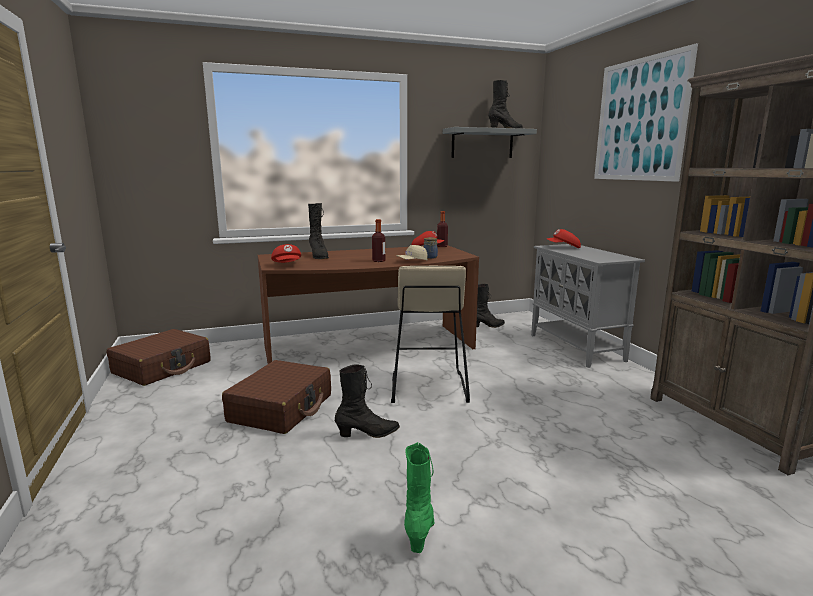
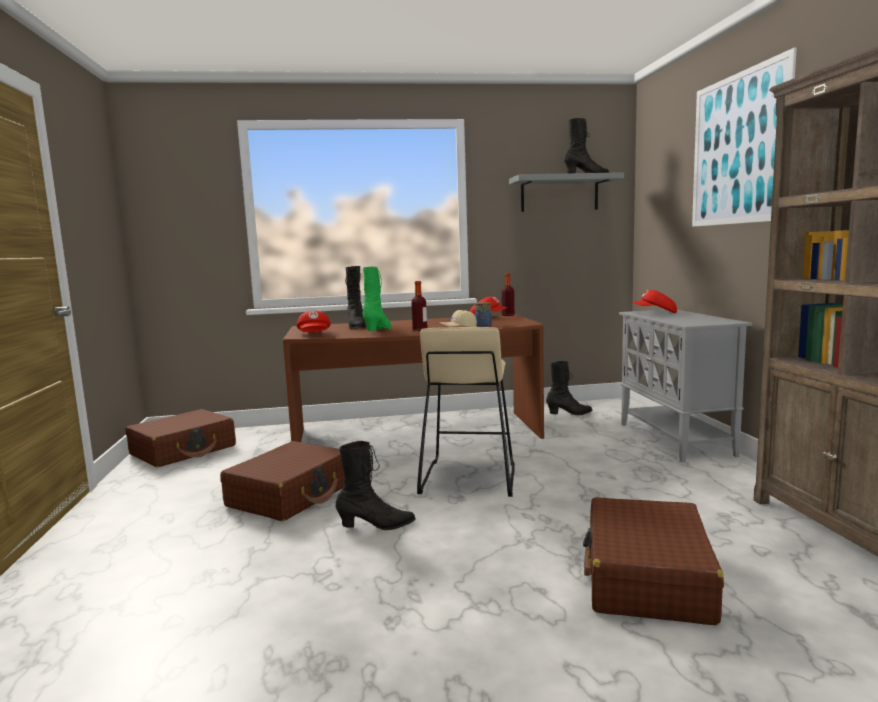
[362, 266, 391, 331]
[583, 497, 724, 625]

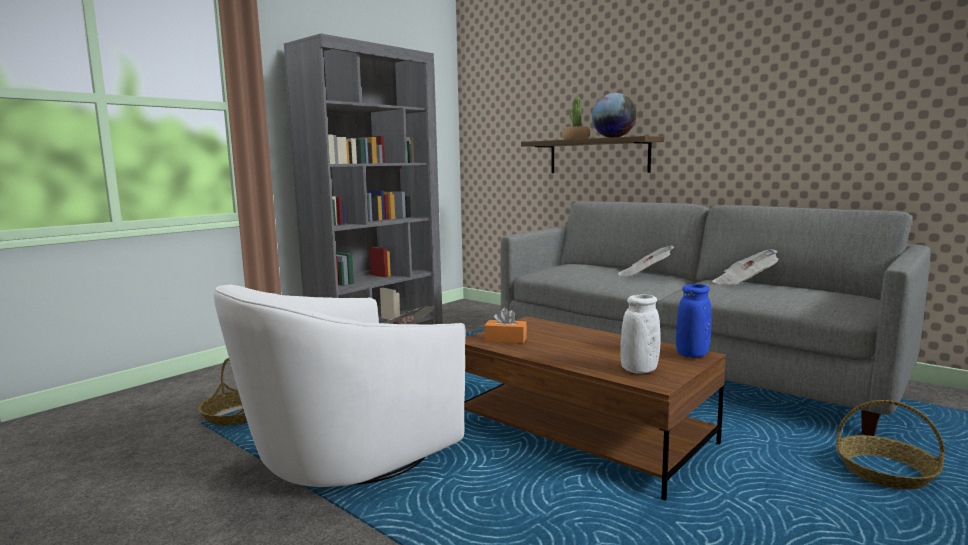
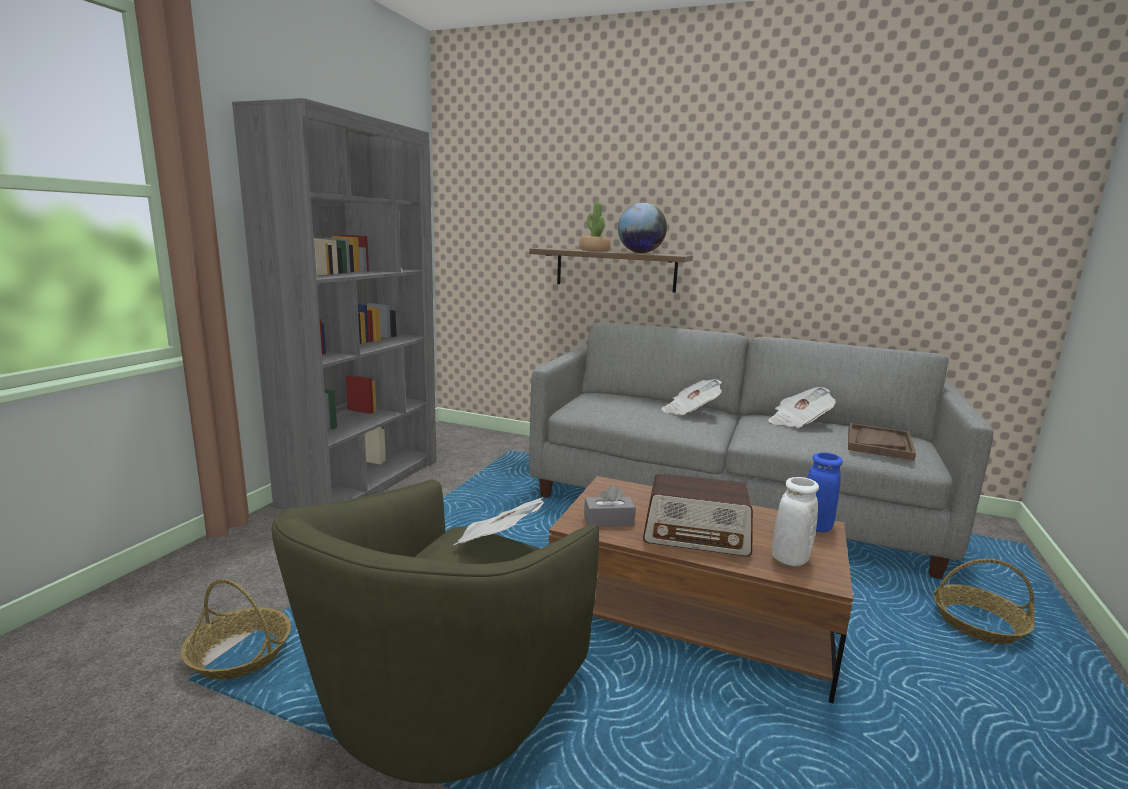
[271, 479, 599, 784]
[584, 485, 636, 527]
[643, 473, 753, 557]
[848, 423, 916, 461]

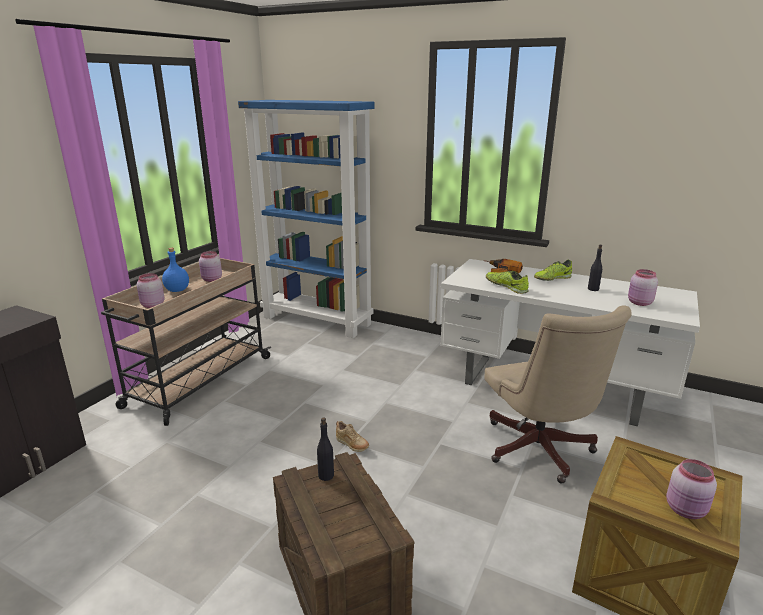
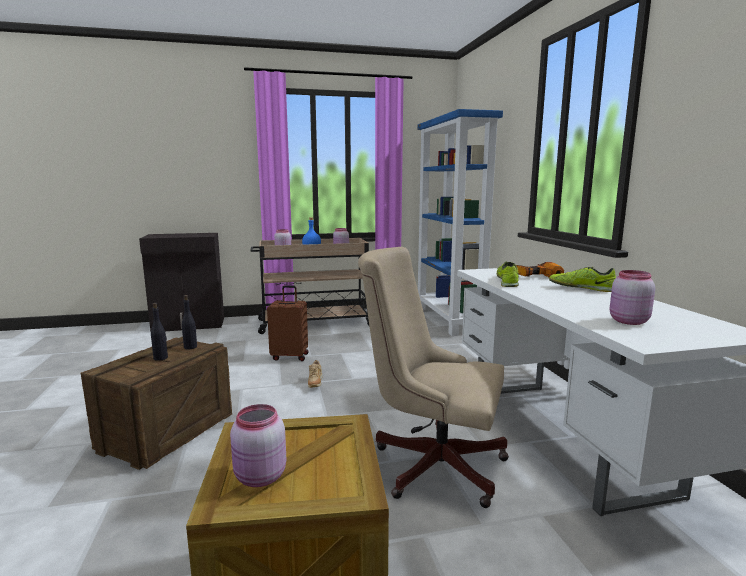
[151, 303, 168, 361]
[267, 285, 309, 361]
[358, 247, 509, 508]

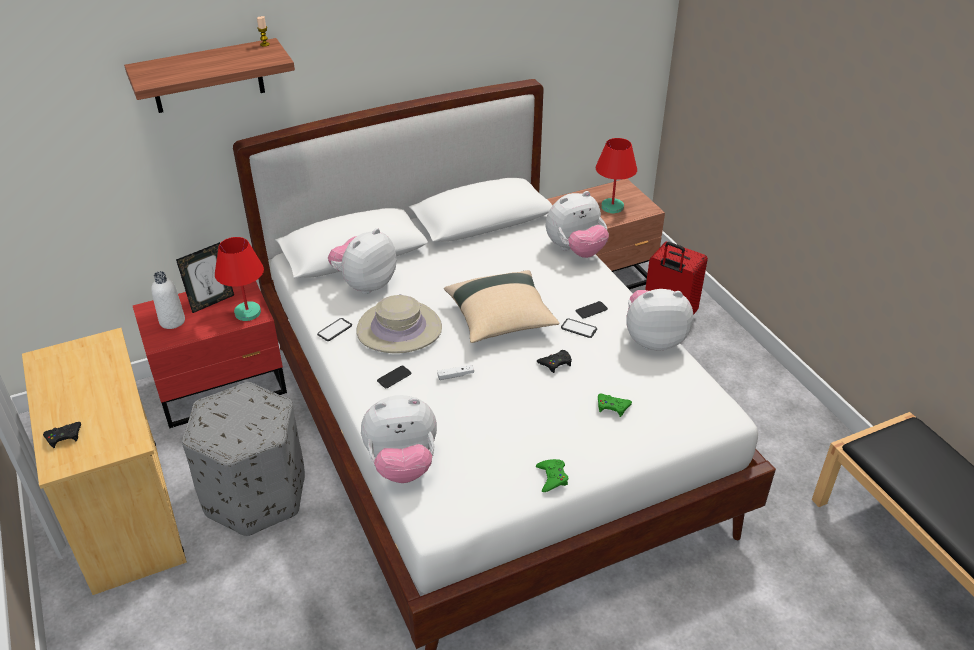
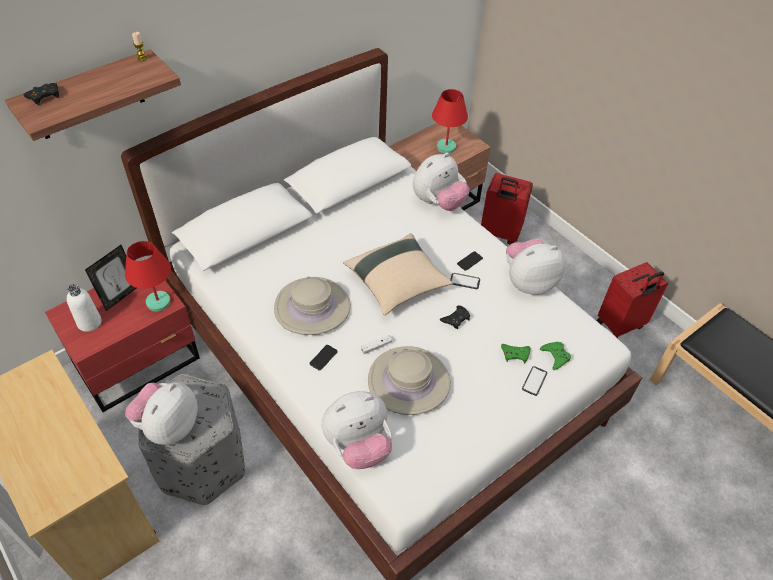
[24, 83, 59, 105]
[125, 382, 198, 445]
[368, 346, 451, 415]
[522, 366, 547, 396]
[540, 342, 571, 370]
[596, 262, 668, 338]

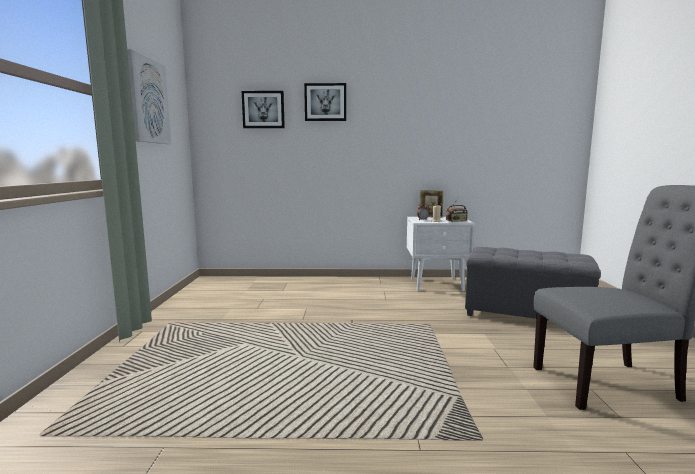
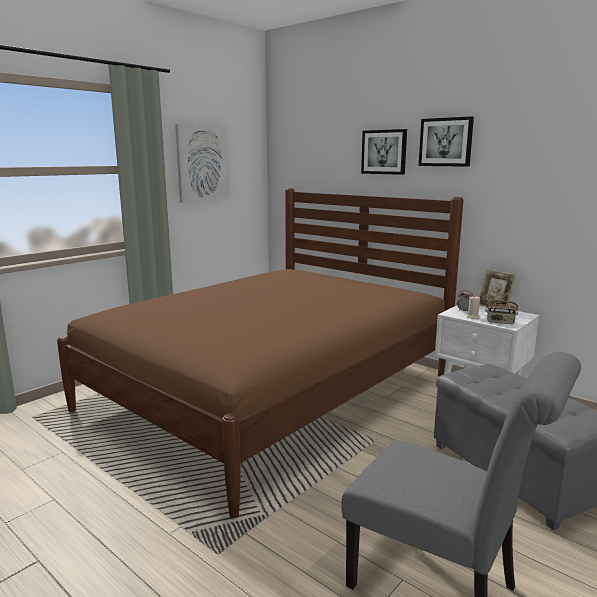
[57, 188, 463, 518]
[419, 116, 474, 167]

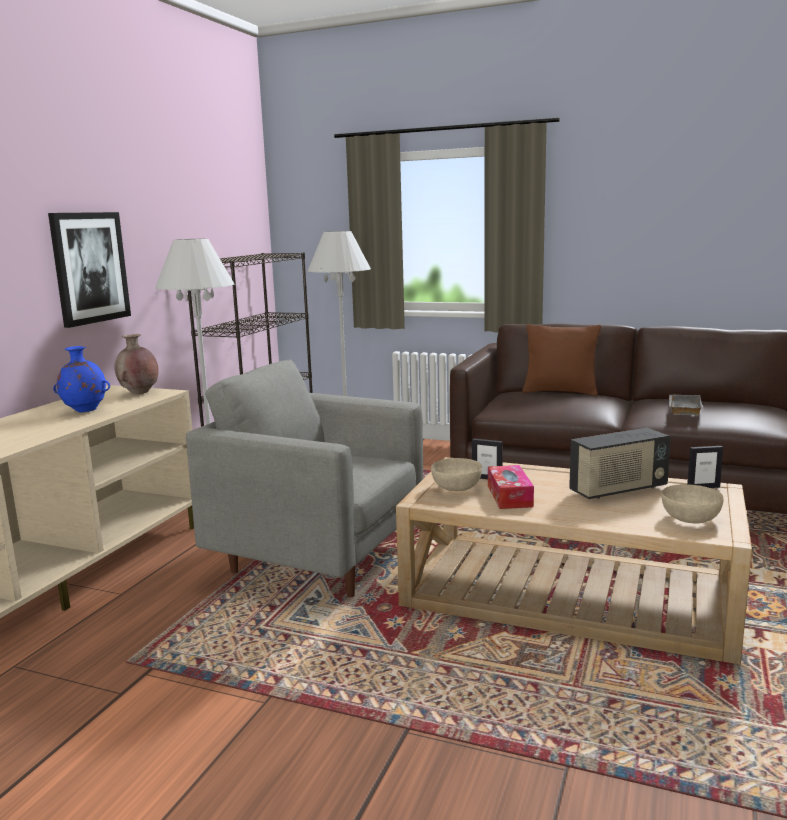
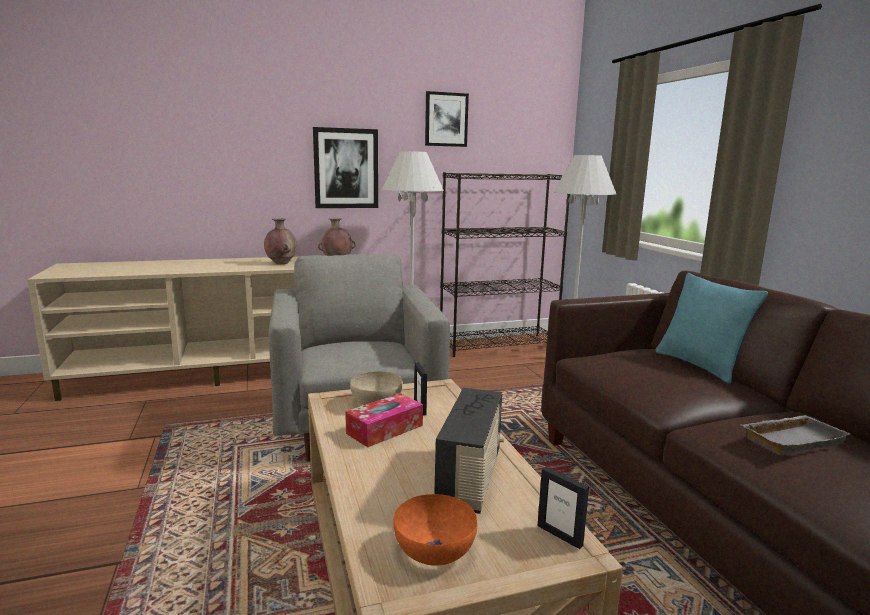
[264, 218, 297, 264]
[393, 494, 477, 566]
[425, 91, 469, 147]
[434, 388, 504, 514]
[655, 273, 768, 384]

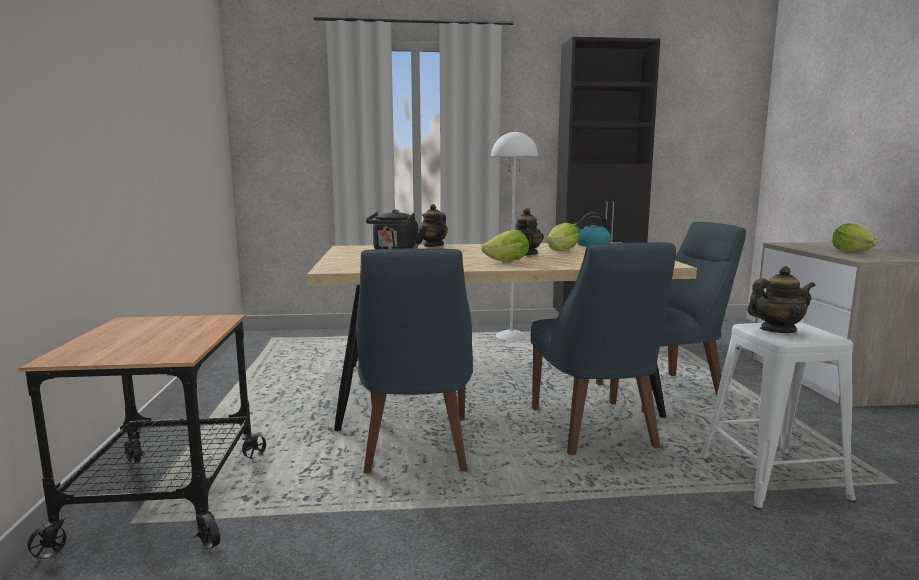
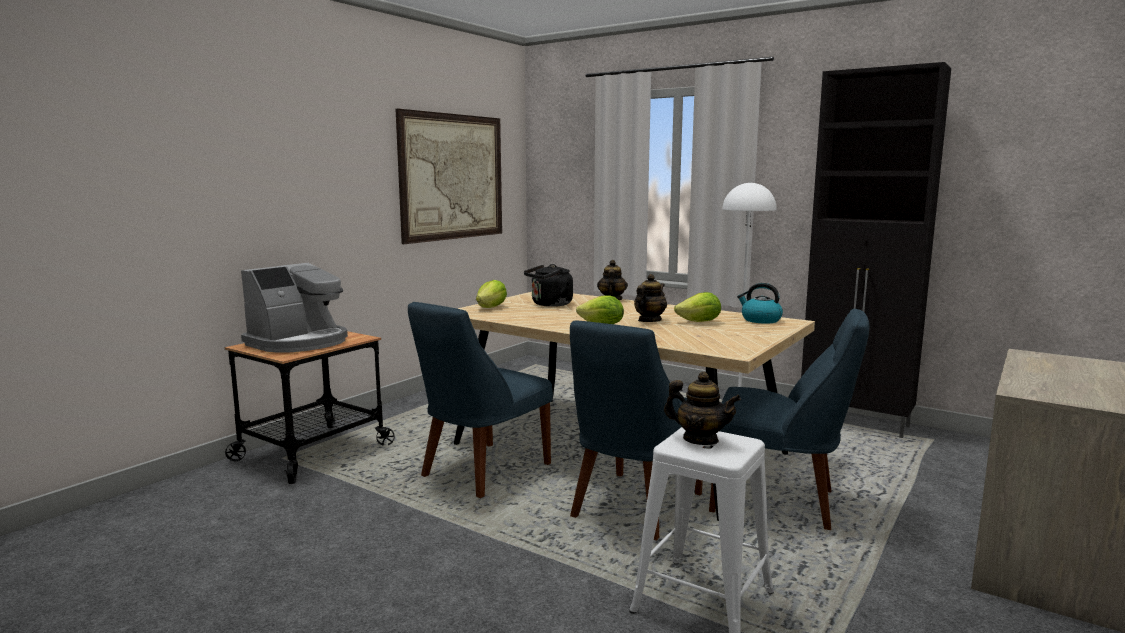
[241, 263, 348, 353]
[396, 109, 502, 244]
[476, 280, 507, 308]

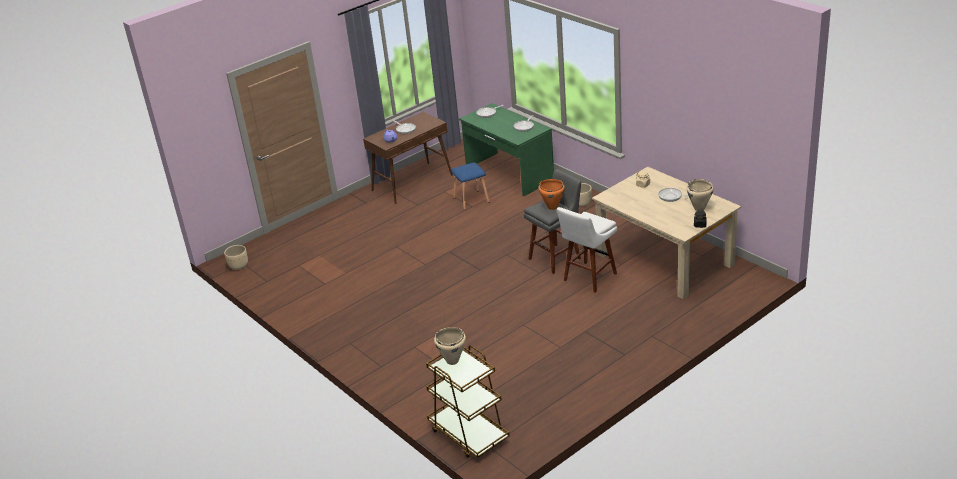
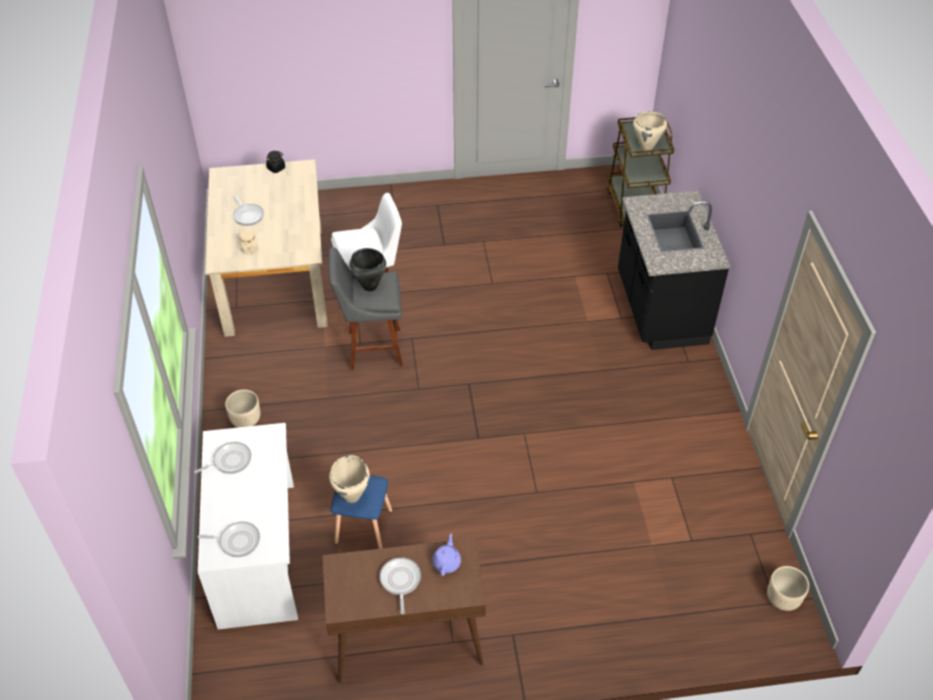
[198, 423, 298, 630]
[329, 455, 370, 503]
[350, 248, 386, 291]
[618, 191, 730, 350]

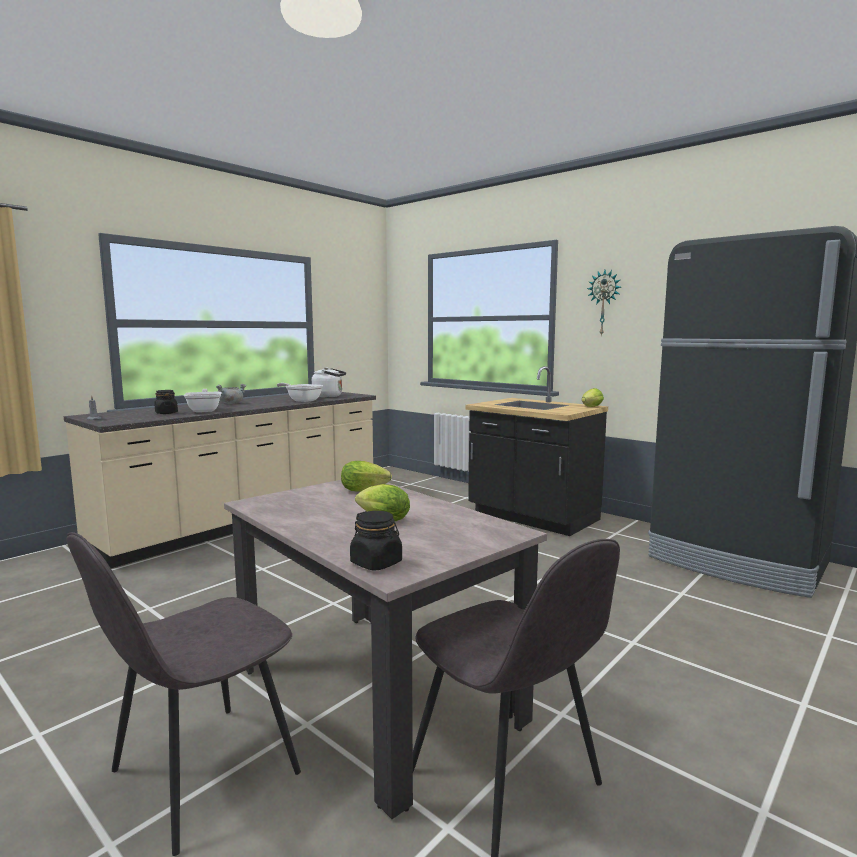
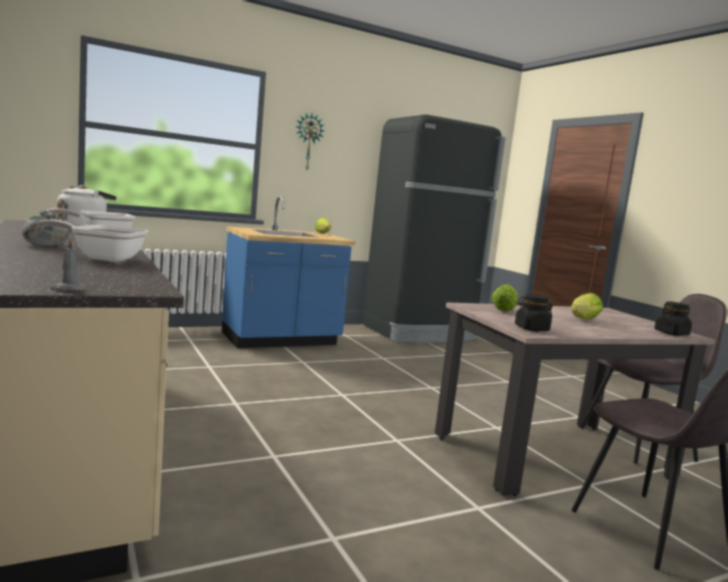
[222, 196, 355, 348]
[515, 294, 553, 331]

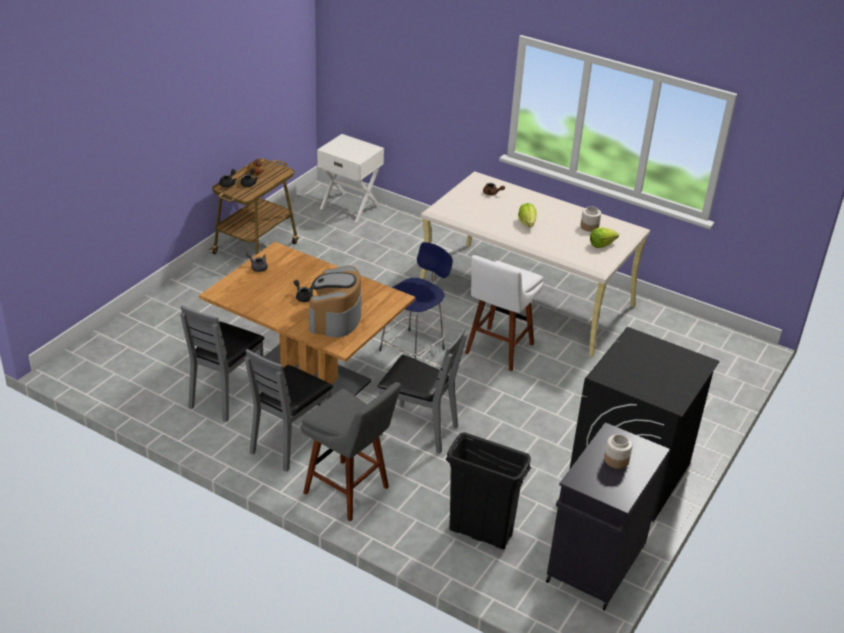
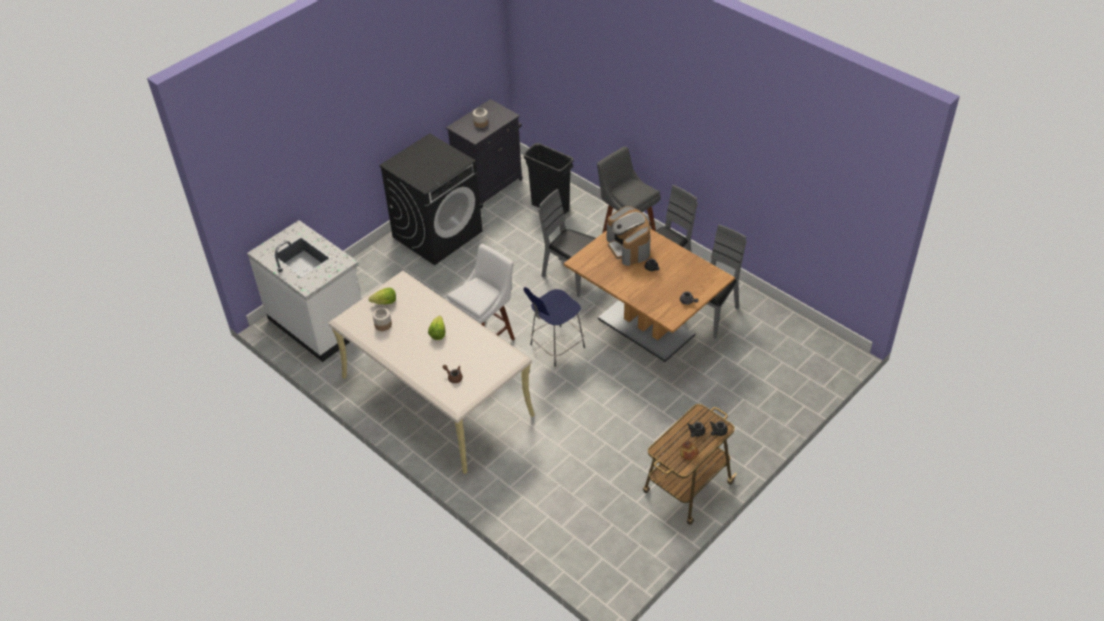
[247, 220, 361, 362]
[607, 206, 650, 266]
[317, 134, 384, 223] (first image)

